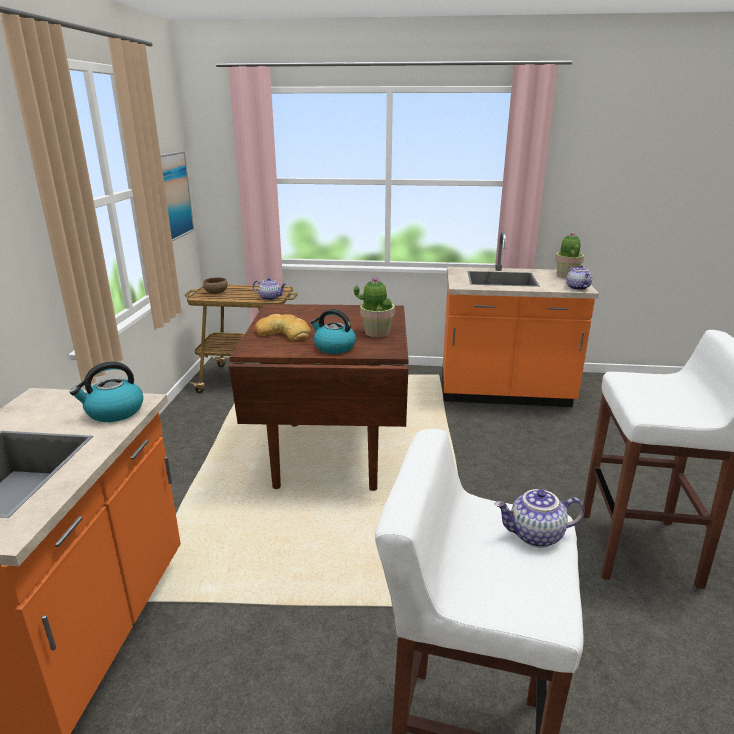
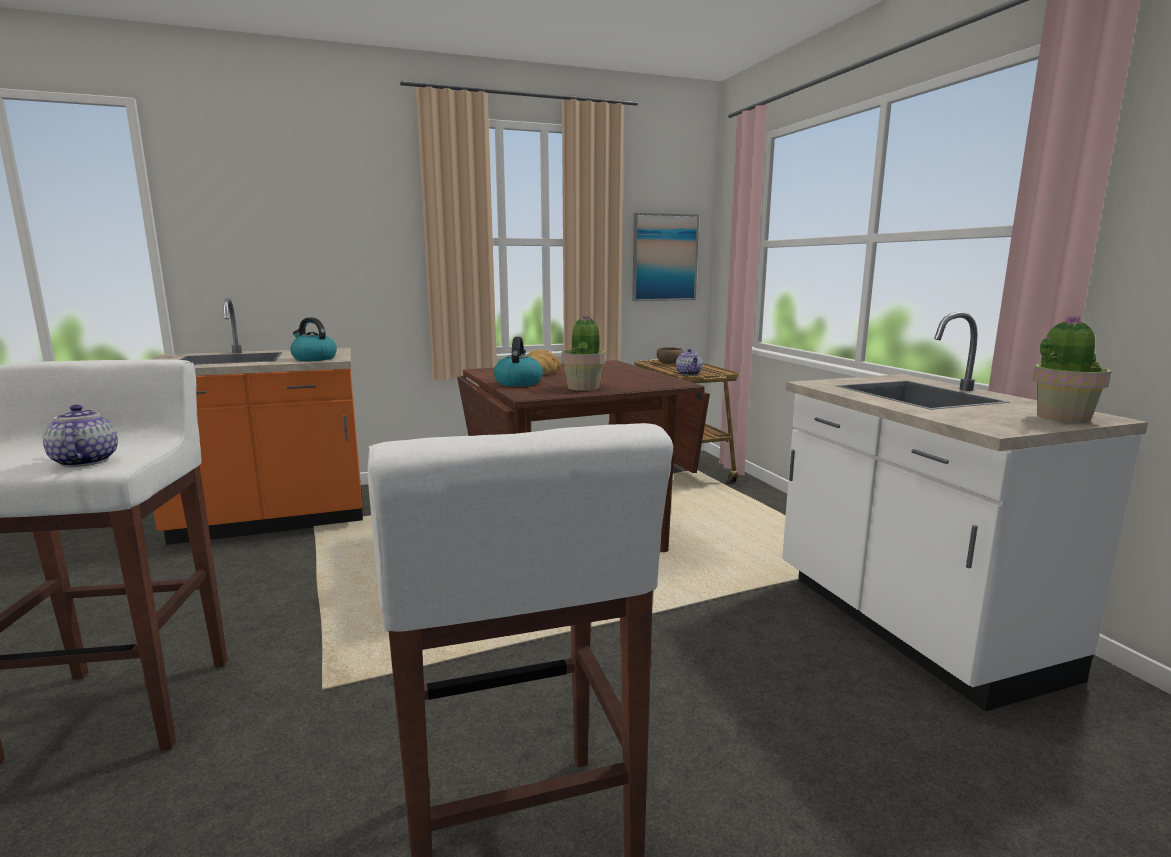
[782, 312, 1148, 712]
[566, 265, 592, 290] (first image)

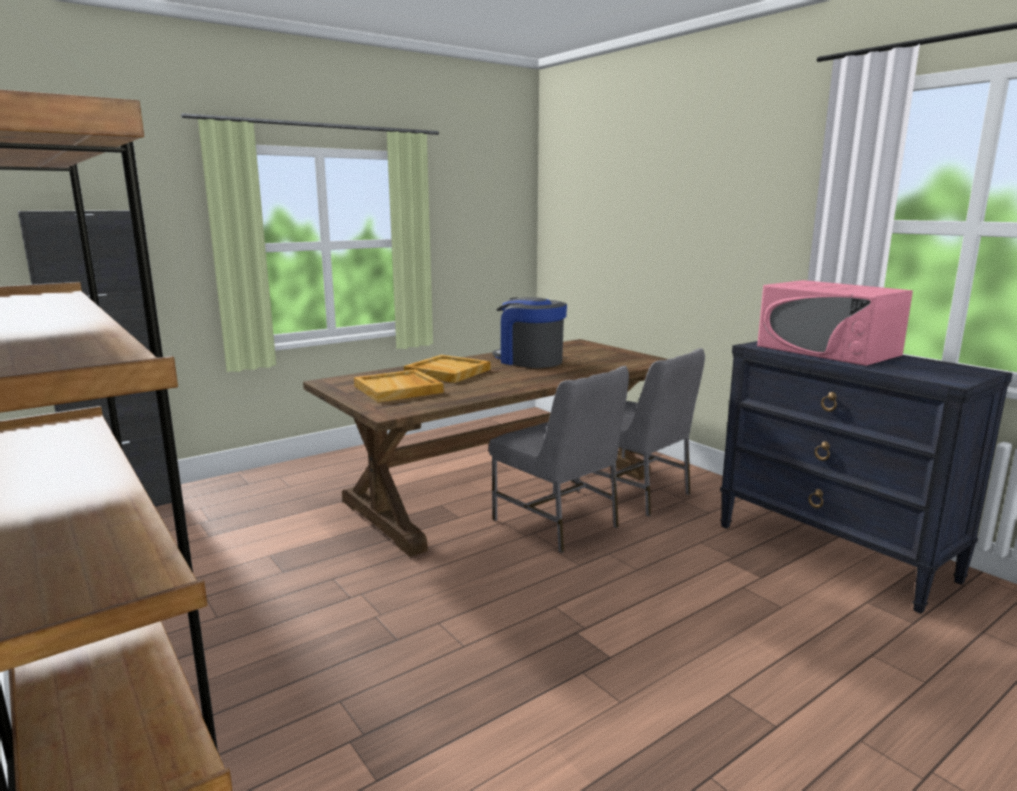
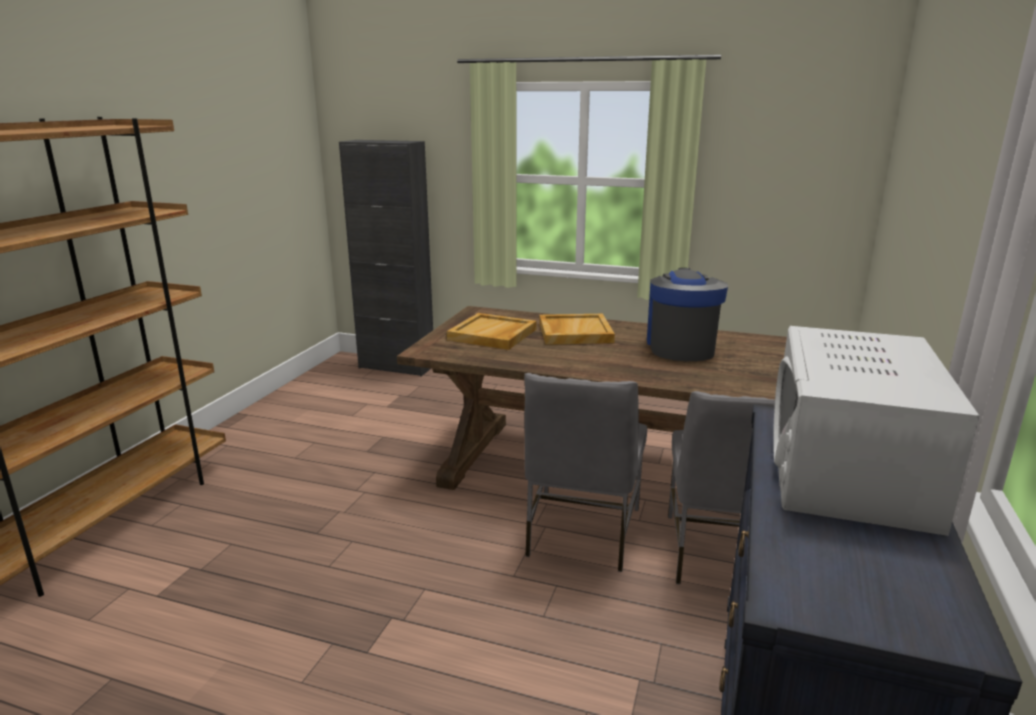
[773, 326, 979, 536]

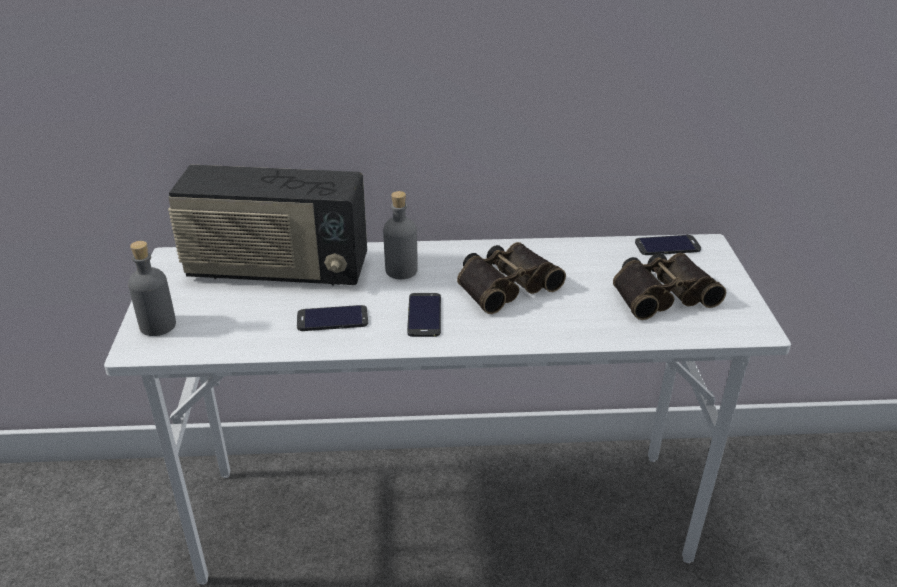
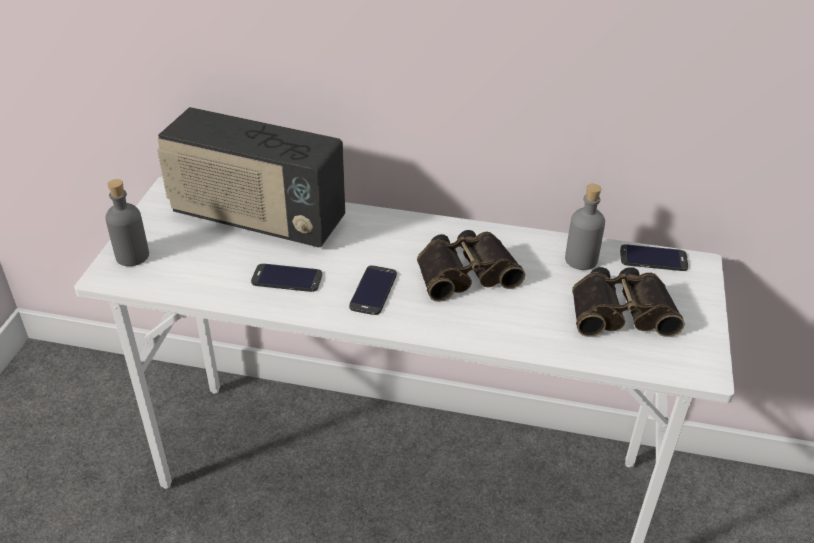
[565, 184, 605, 270]

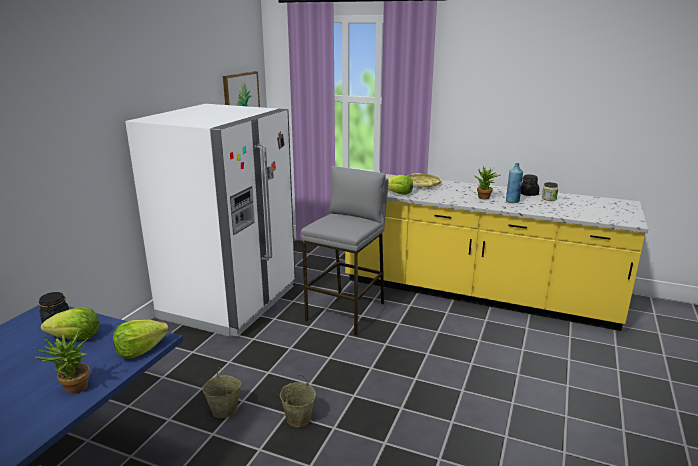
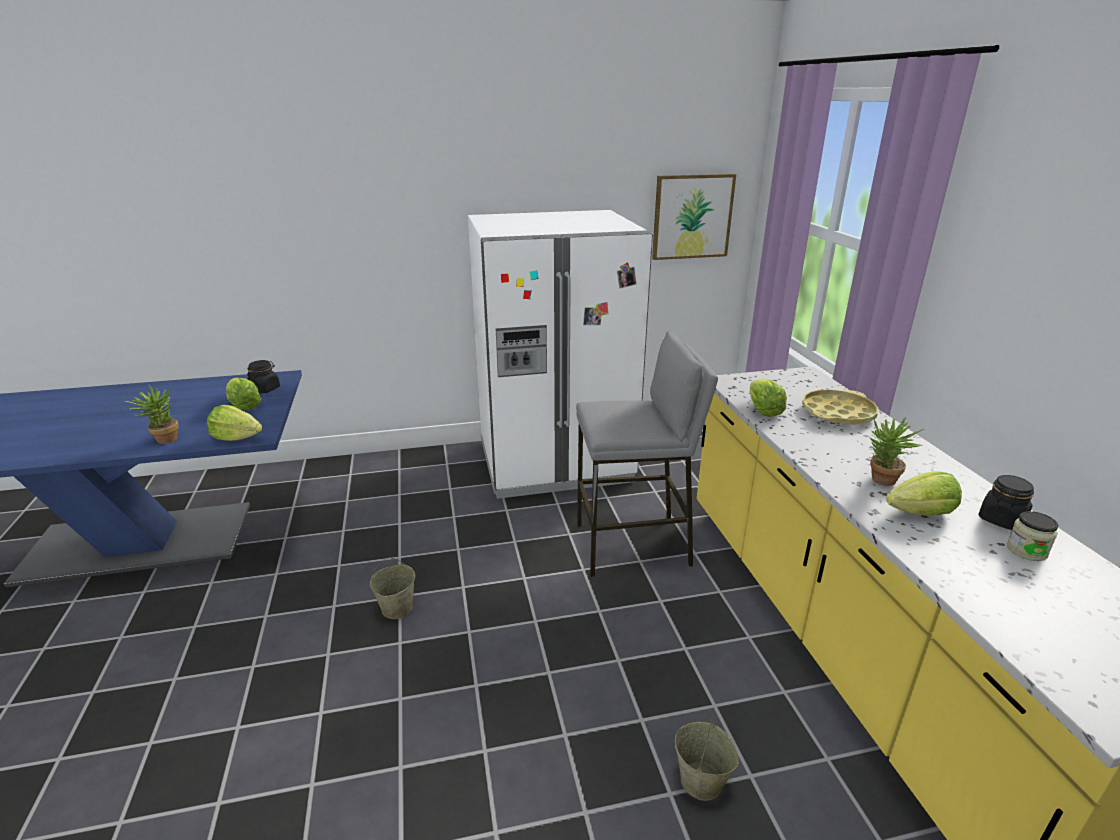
[675, 718, 739, 801]
[886, 472, 962, 515]

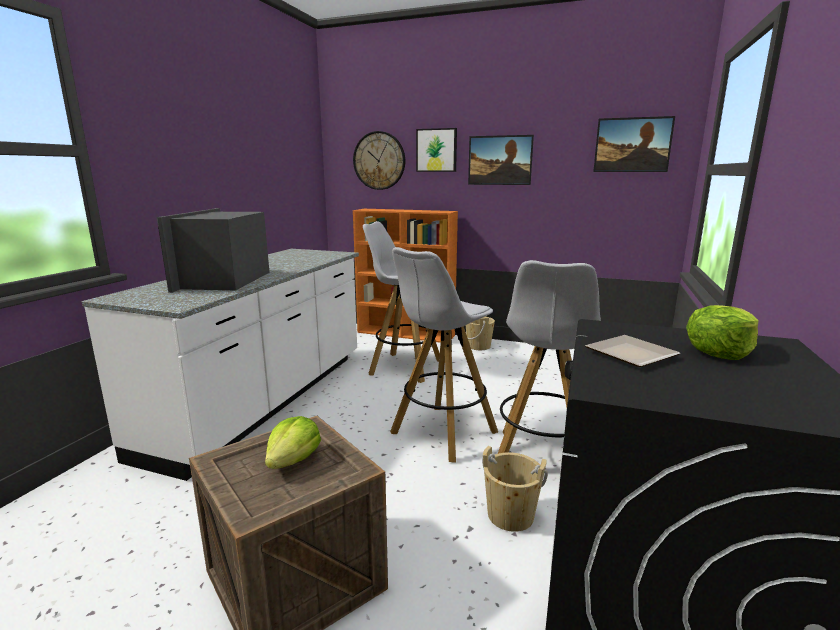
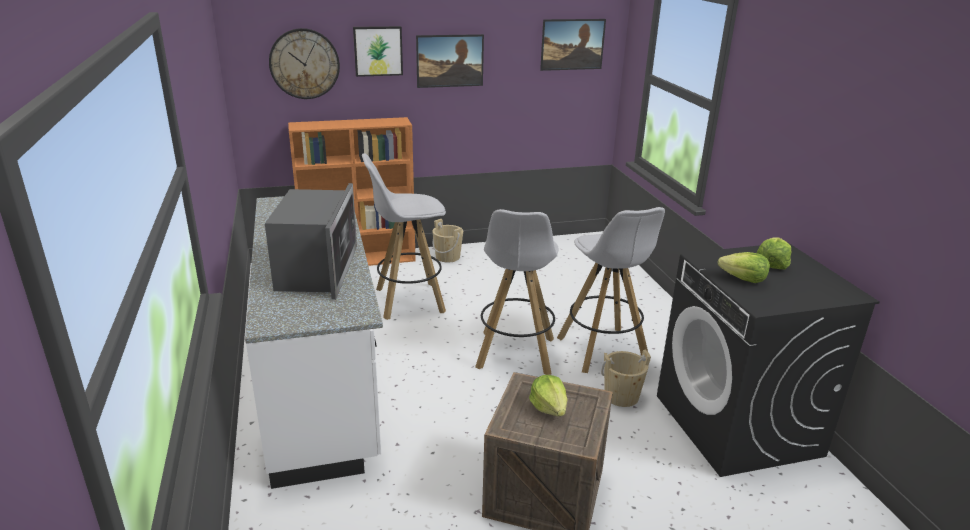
[265, 183, 357, 300]
[718, 252, 770, 283]

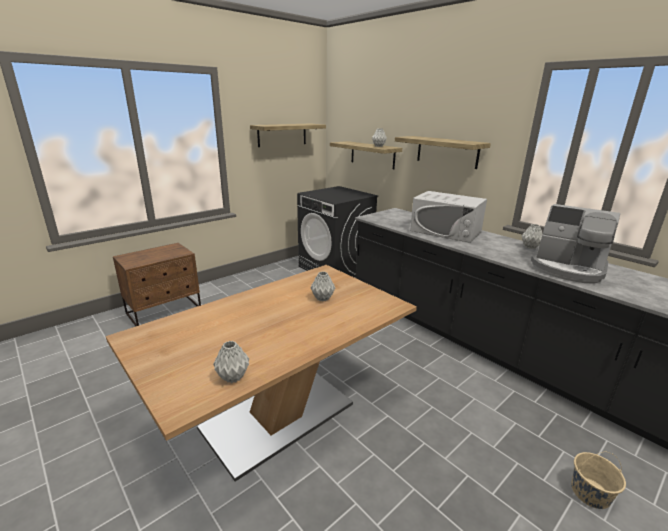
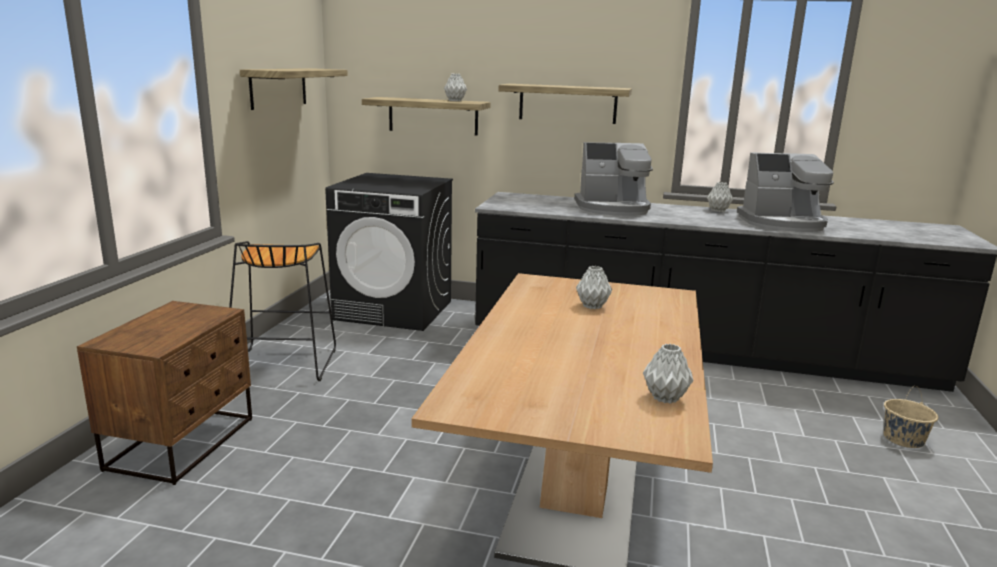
[229, 241, 336, 381]
[574, 142, 653, 216]

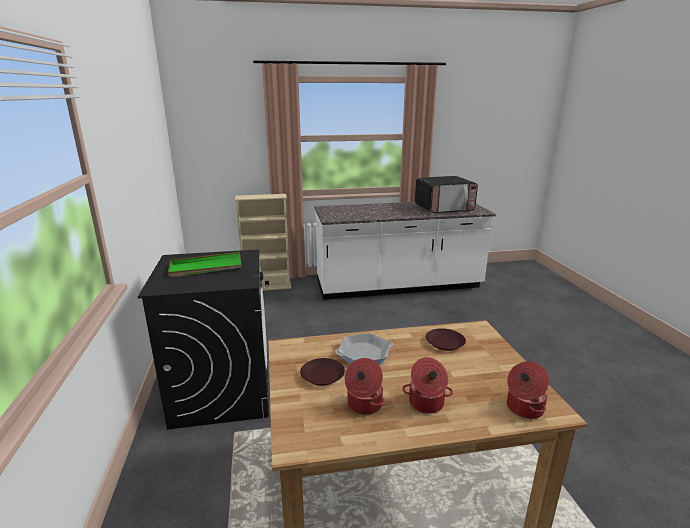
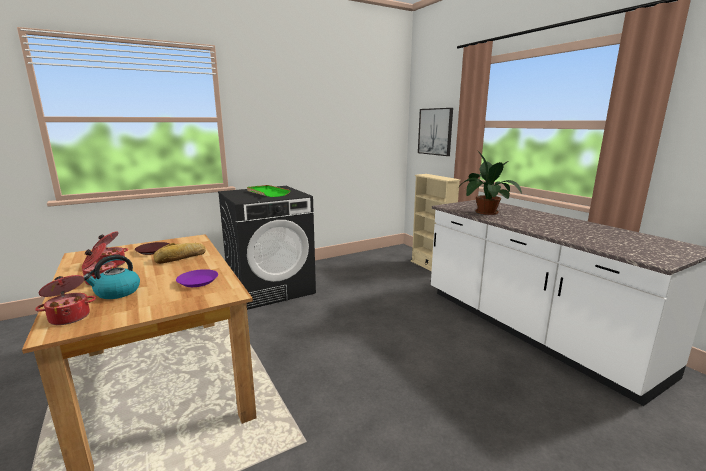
[83, 255, 140, 299]
[153, 243, 206, 264]
[176, 269, 218, 287]
[418, 108, 453, 156]
[458, 150, 522, 215]
[415, 176, 478, 213] (first image)

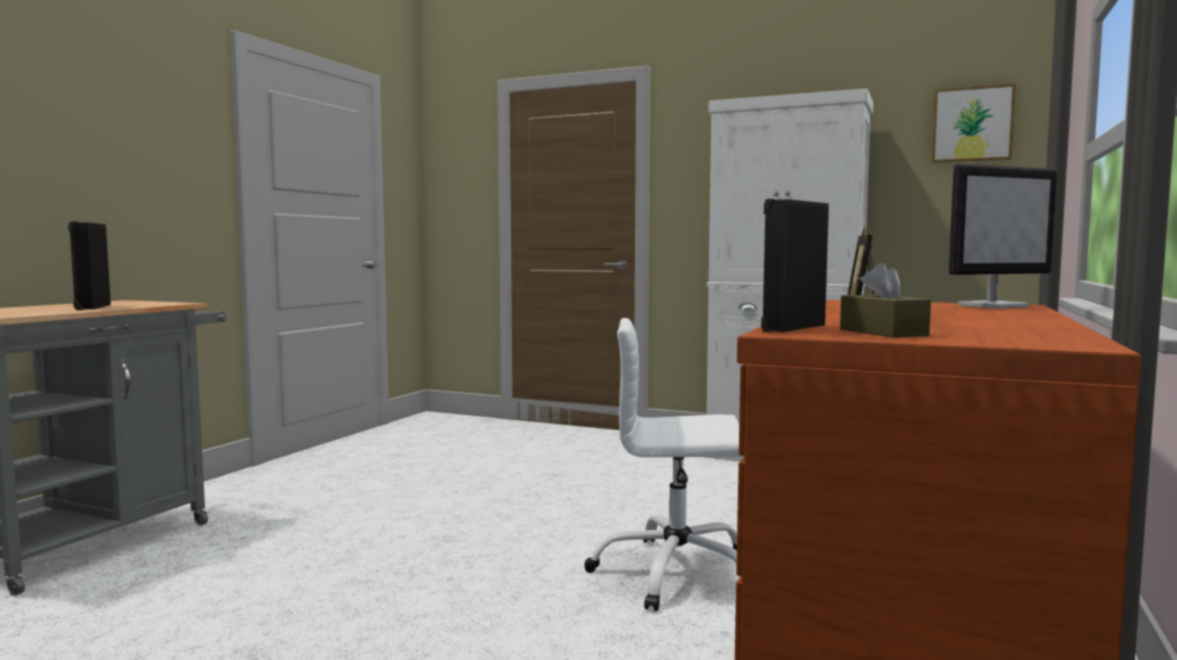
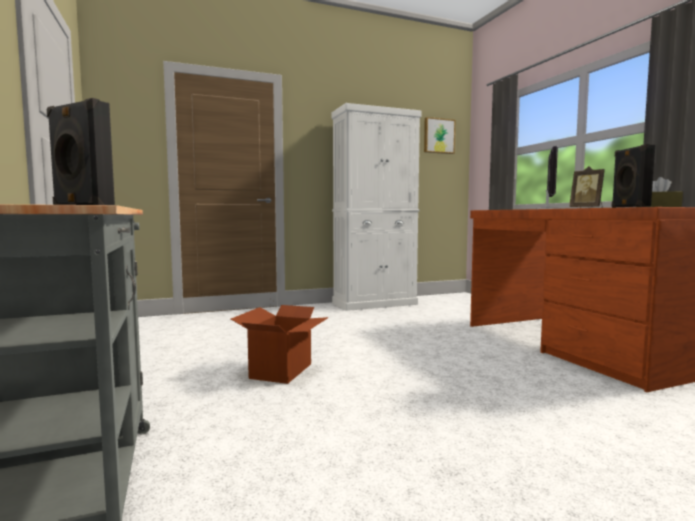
[231, 305, 329, 384]
[584, 318, 745, 611] (first image)

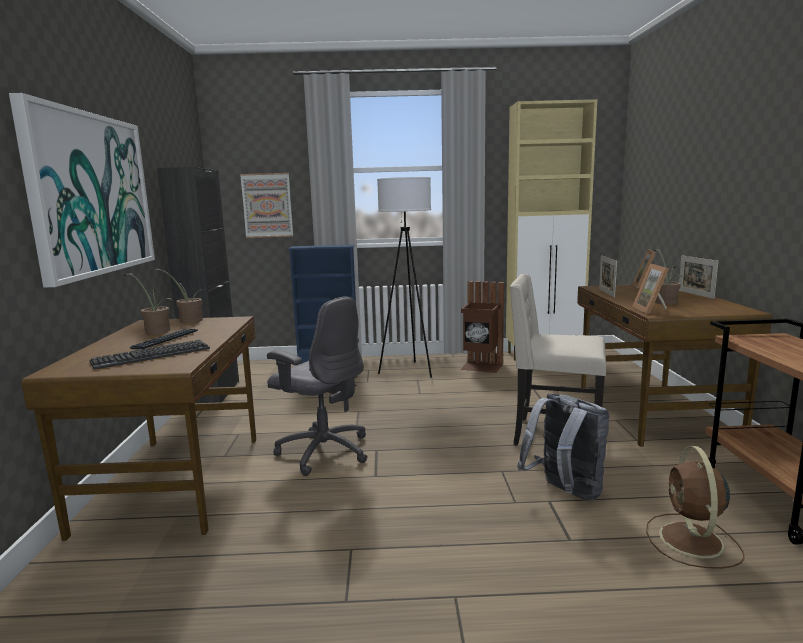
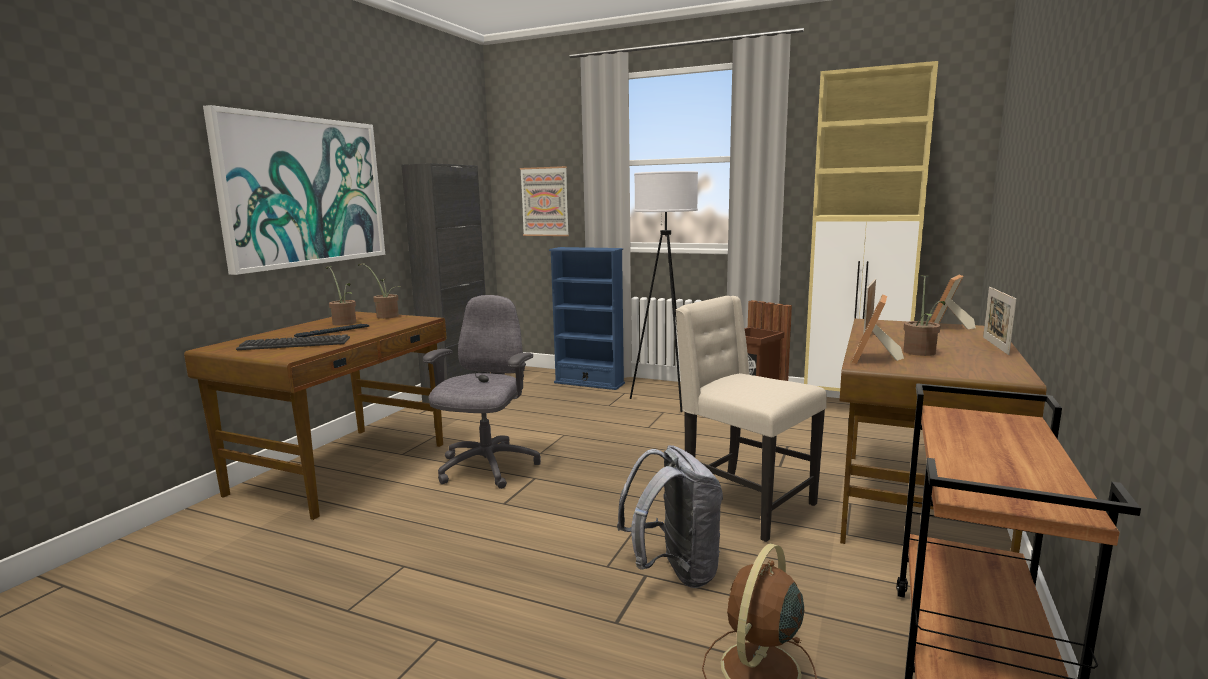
[423, 295, 541, 489]

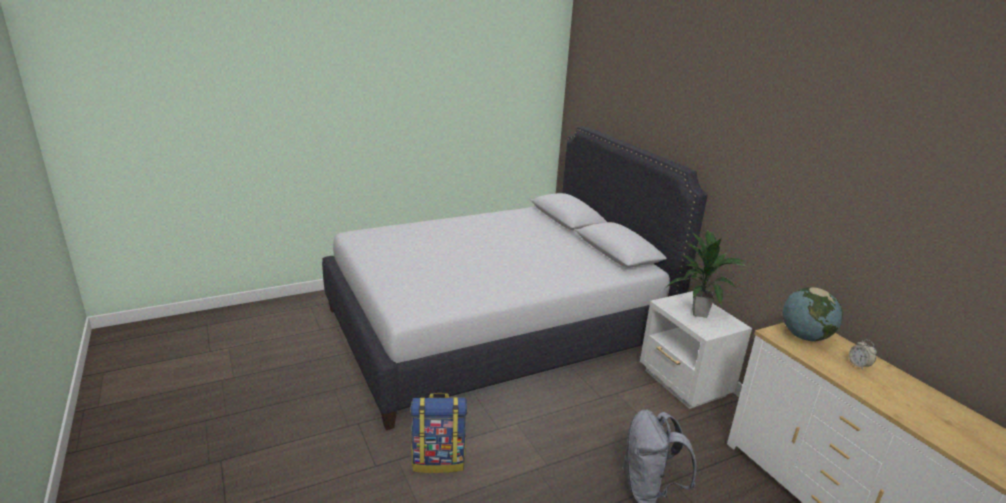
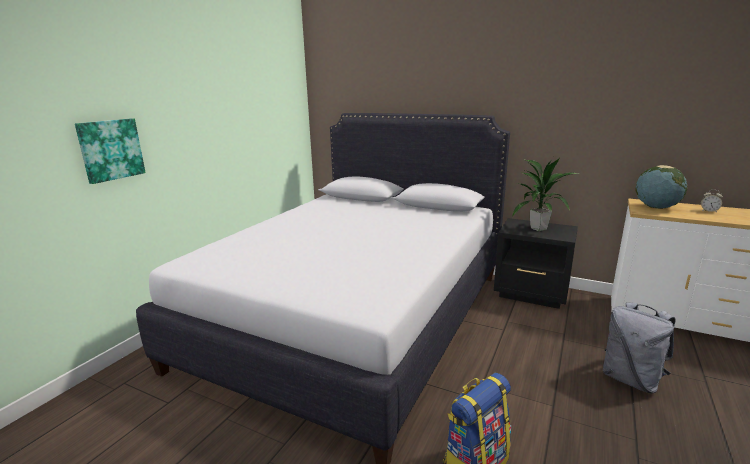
[75, 118, 146, 184]
[494, 218, 578, 309]

